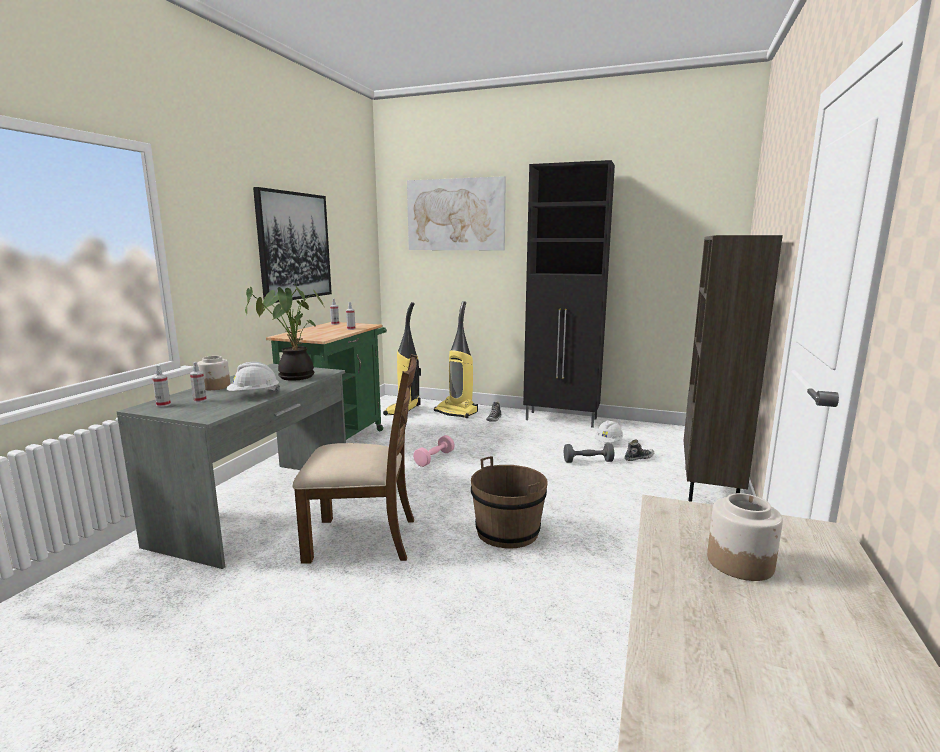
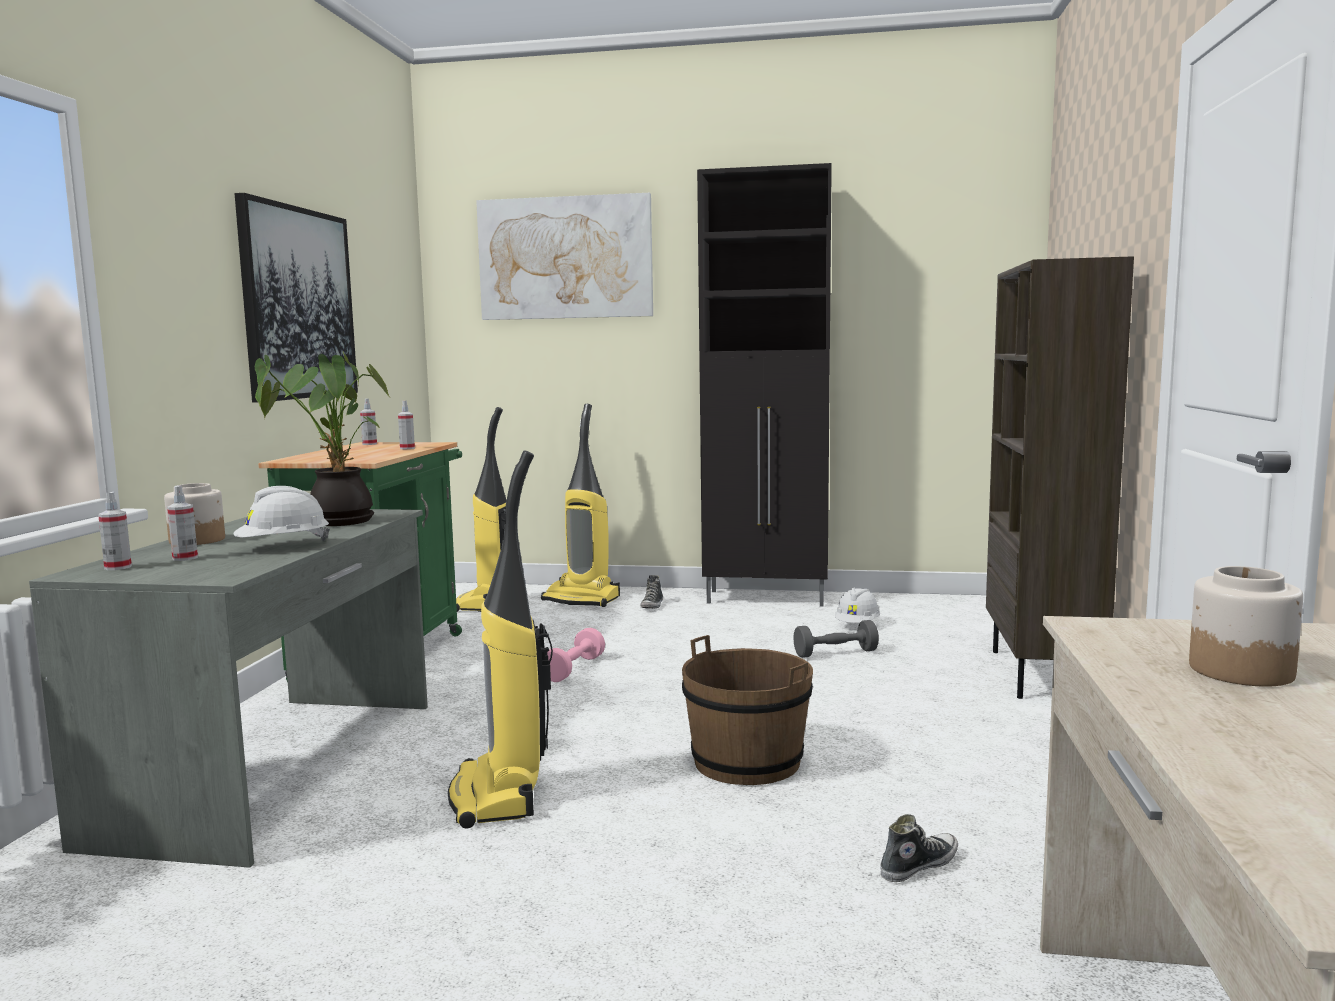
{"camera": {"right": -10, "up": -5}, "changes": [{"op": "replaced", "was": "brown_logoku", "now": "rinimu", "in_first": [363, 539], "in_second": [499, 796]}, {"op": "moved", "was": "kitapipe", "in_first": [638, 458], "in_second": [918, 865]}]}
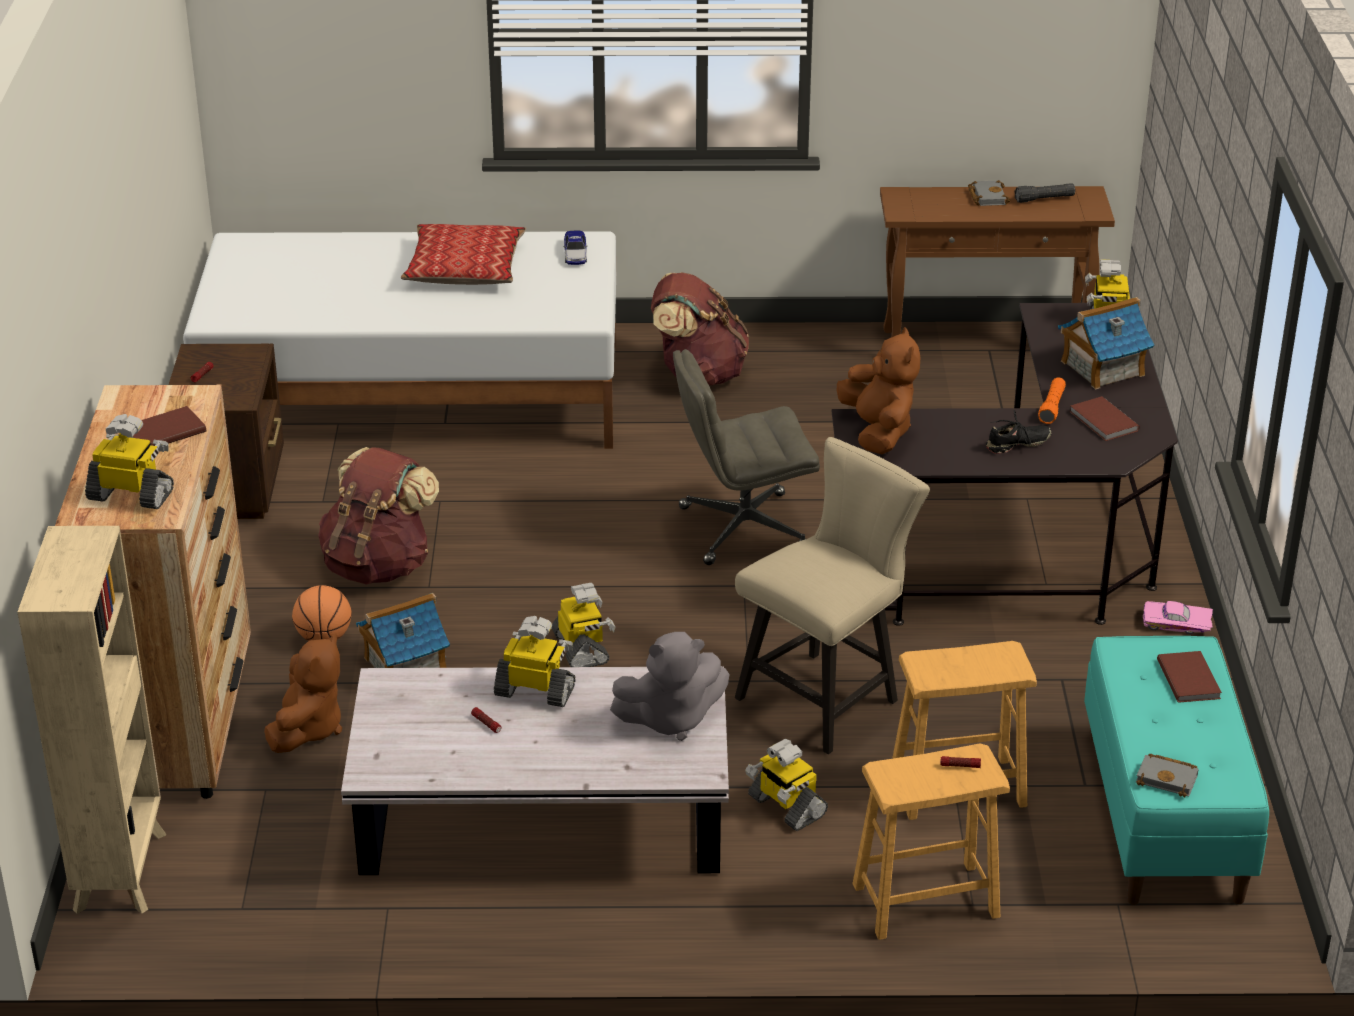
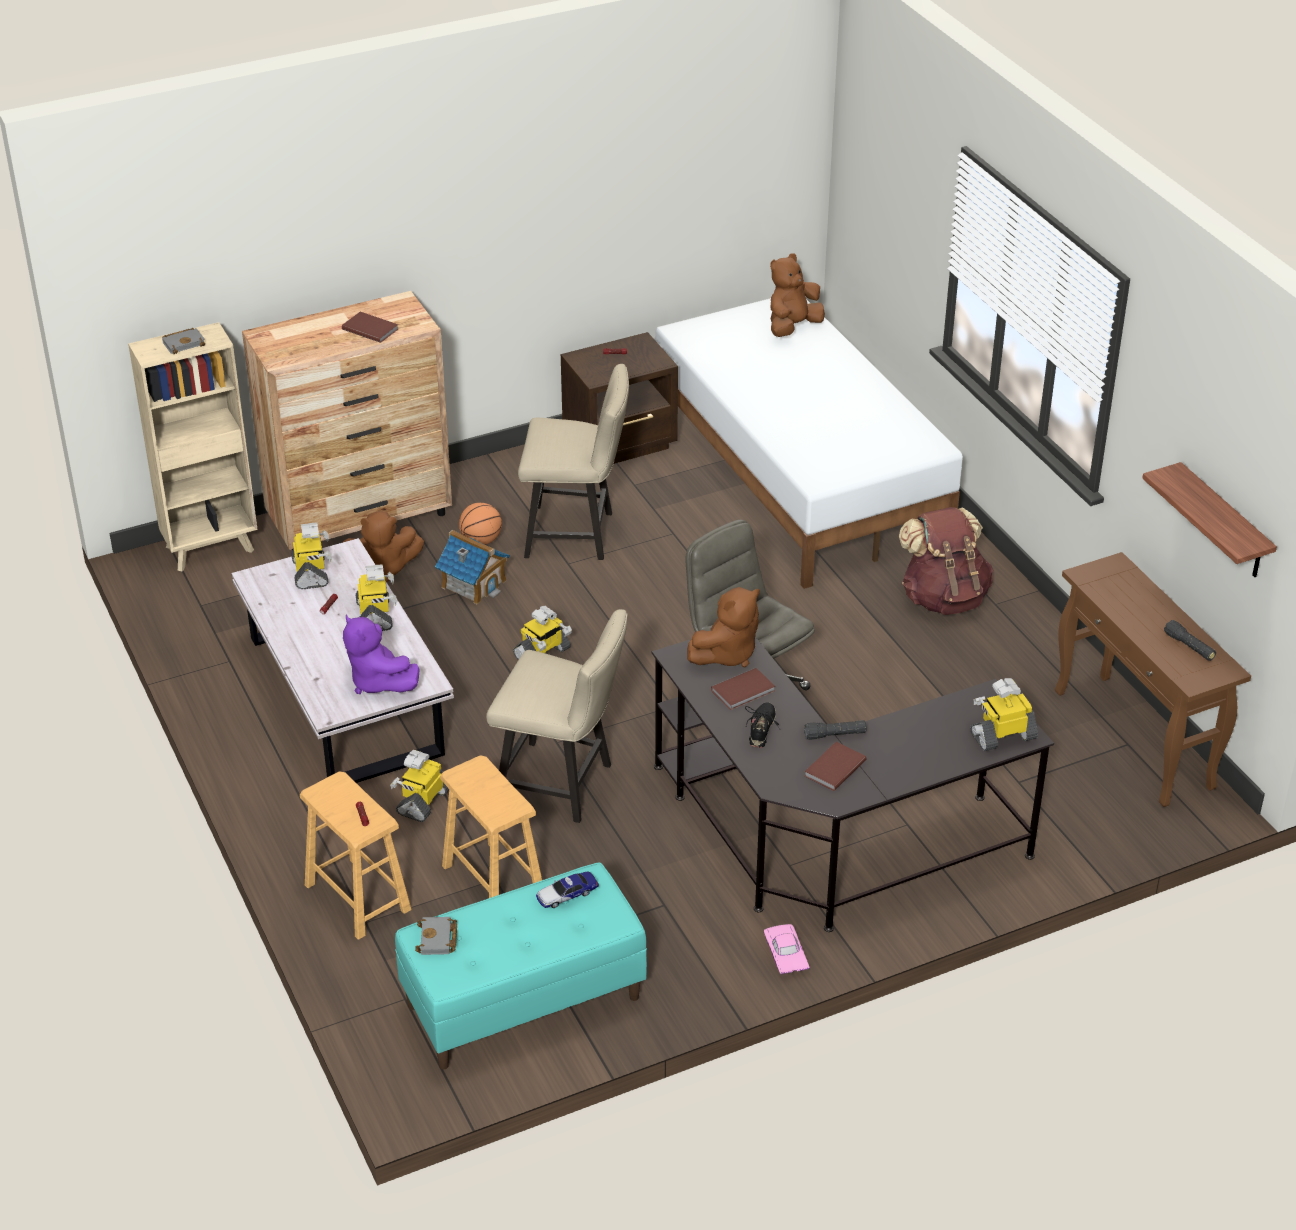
{"camera": {"right": 65, "up": 5}, "changes": [{"op": "moved", "was": "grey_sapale", "in_first": [986, 196], "in_second": [184, 343]}, {"op": "removed", "was": "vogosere", "in_first": [465, 268]}, {"op": "moved", "was": "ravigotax", "in_first": [575, 253], "in_second": [567, 894]}, {"op": "removed", "was": "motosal", "in_first": [1101, 368]}, {"op": "recoloured", "was": "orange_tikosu", "now": "black_tikosu", "in_first": [1052, 407], "in_second": [835, 735]}, {"op": "turned", "was": "black_kitapipe", "in_first": [1017, 445], "in_second": [762, 730], "clockwise": -120}, {"op": "moved", "was": "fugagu", "in_first": [132, 495], "in_second": [311, 573]}, {"op": "replaced", "was": "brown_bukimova", "now": "beige_logoku", "in_first": [379, 565], "in_second": [577, 534]}, {"op": "recoloured", "was": "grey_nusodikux", "now": "purple_nusodikux", "in_first": [670, 719], "in_second": [378, 682]}, {"op": "moved", "was": "brown_sapale", "in_first": [1189, 678], "in_second": [744, 691]}, {"op": "added", "now": "brown_nusodikux", "in_second": [792, 327]}, {"op": "added", "now": "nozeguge", "in_second": [1224, 523]}]}
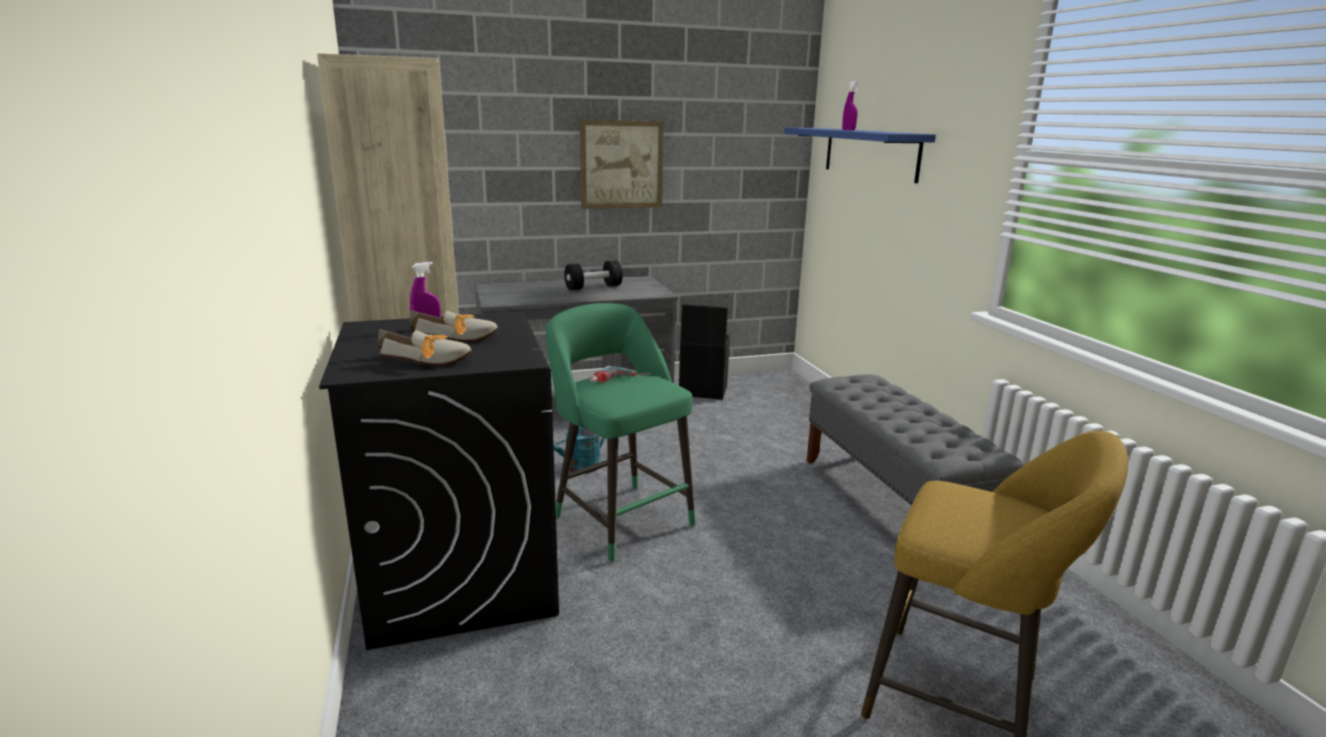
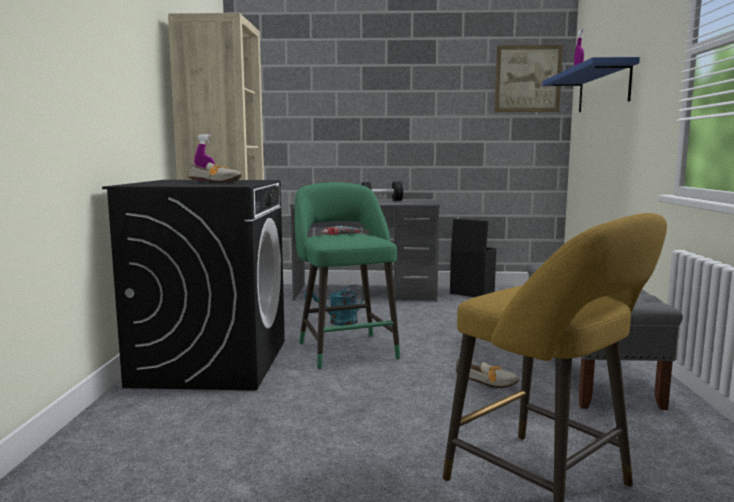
{"camera": {"right": 20, "up": -10}, "changes": [{"op": "moved", "was": "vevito", "in_first": [621, 164], "in_second": [528, 79]}, {"op": "moved", "was": "kitapipe", "in_first": [429, 361], "in_second": [489, 382]}]}
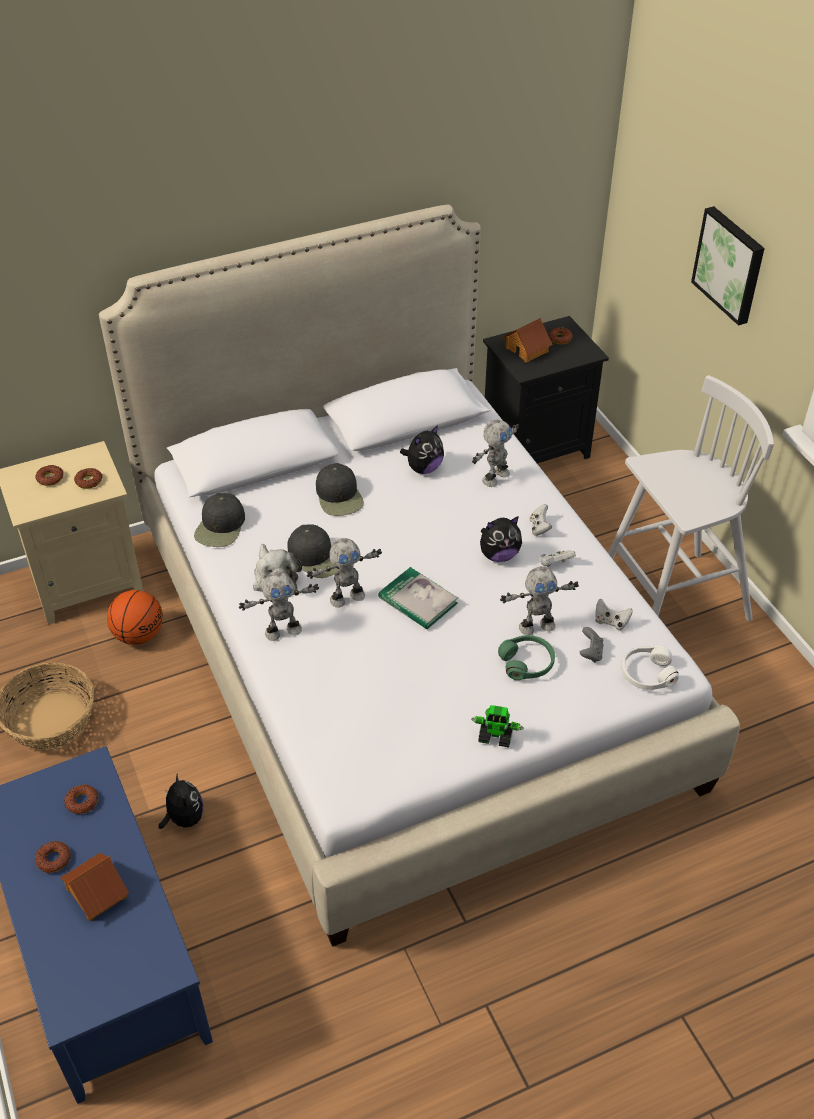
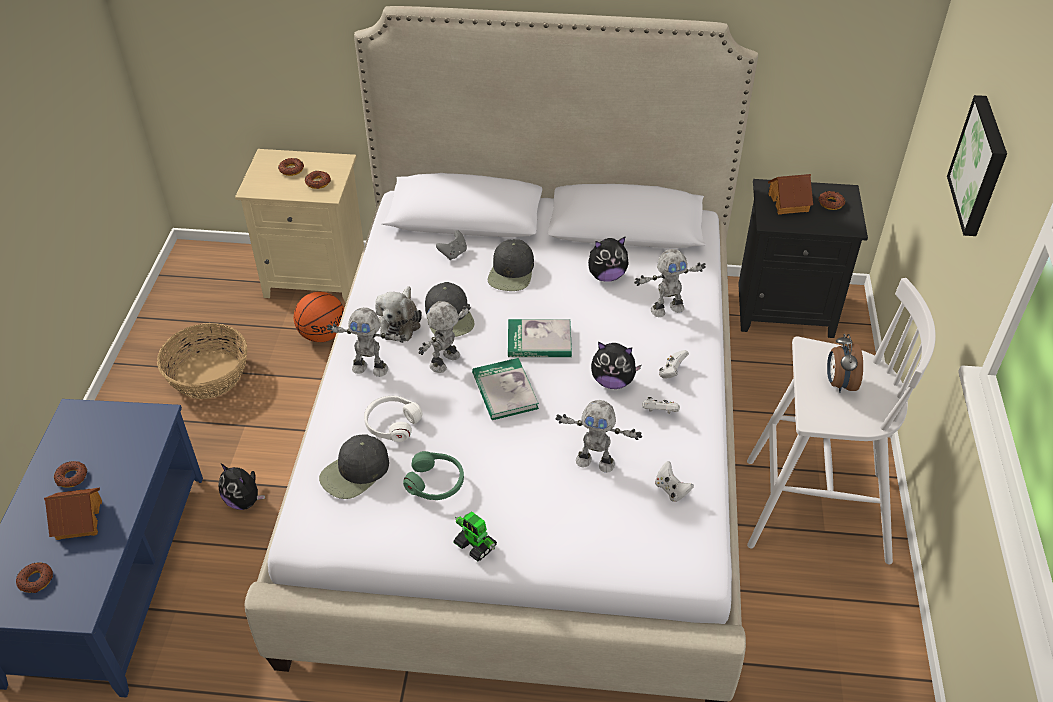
{"camera": {"right": 30, "up": 0}, "changes": [{"op": "moved", "was": "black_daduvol", "in_first": [220, 527], "in_second": [355, 472]}, {"op": "turned", "was": "fugagu", "in_first": [346, 597], "in_second": [446, 362], "clockwise": 120}, {"op": "moved", "was": "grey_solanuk", "in_first": [590, 653], "in_second": [453, 253]}, {"op": "moved", "was": "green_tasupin", "in_first": [527, 663], "in_second": [435, 482]}, {"op": "moved", "was": "white_tasupin", "in_first": [647, 674], "in_second": [392, 423]}, {"op": "turned", "was": "nusodikux", "in_first": [184, 818], "in_second": [244, 501], "clockwise": 120}, {"op": "moved", "was": "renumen", "in_first": [82, 802], "in_second": [36, 580]}, {"op": "added", "now": "sapale", "in_second": [539, 341]}, {"op": "added", "now": "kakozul", "in_second": [839, 383]}]}
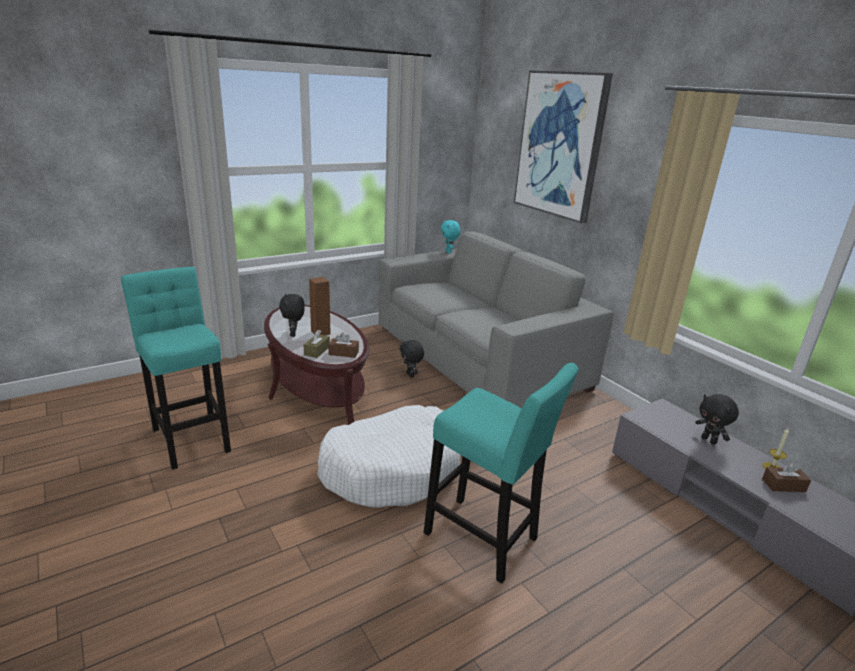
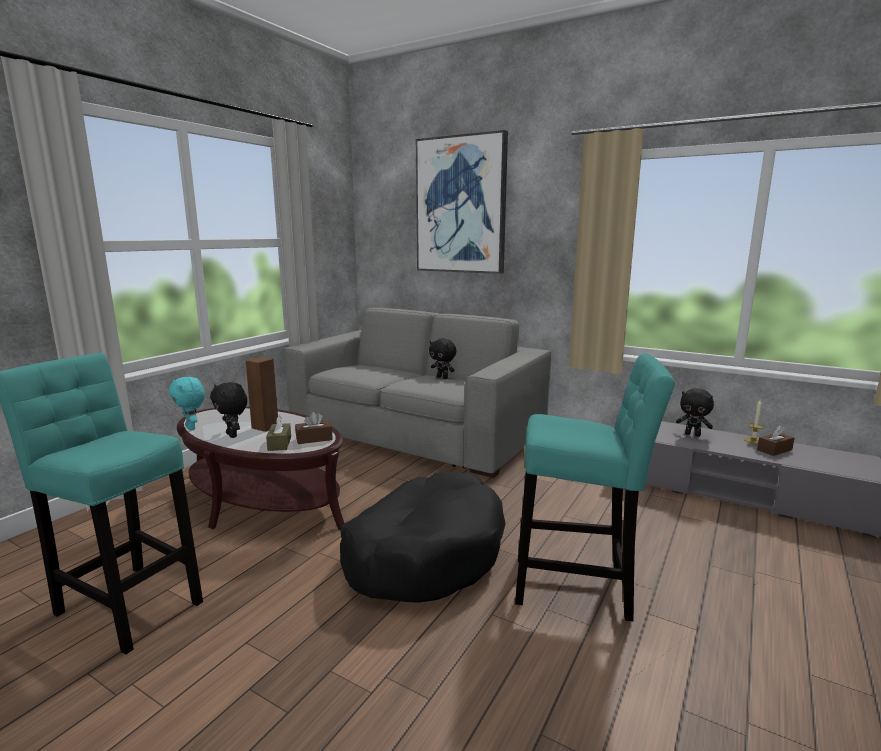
{"camera": {"right": -25, "up": -10}, "changes": [{"op": "moved", "was": "turquoise_nusodikux", "in_first": [449, 252], "in_second": [191, 428]}, {"op": "moved", "was": "black_nusodikux", "in_first": [411, 375], "in_second": [442, 377]}, {"op": "recoloured", "was": "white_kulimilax", "now": "black_kulimilax", "in_first": [393, 468], "in_second": [425, 553]}]}
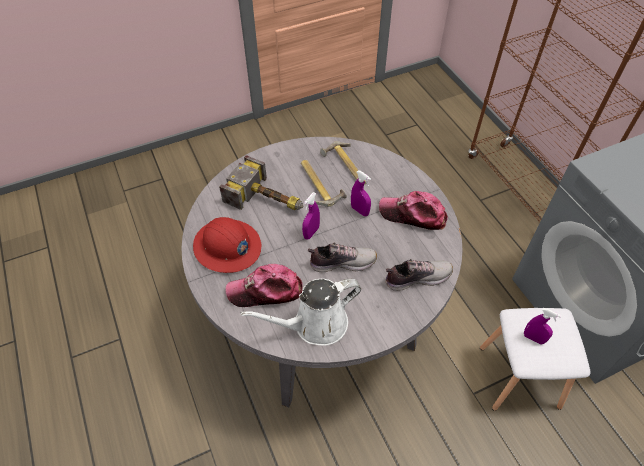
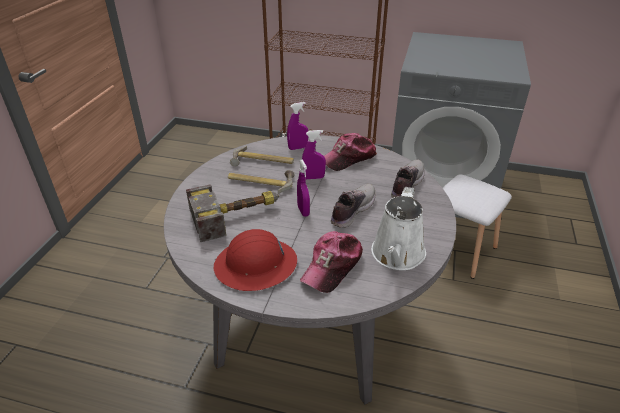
{"camera": {"right": -50, "up": -15}, "changes": [{"op": "moved", "was": "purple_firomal", "in_first": [533, 338], "in_second": [298, 148]}]}
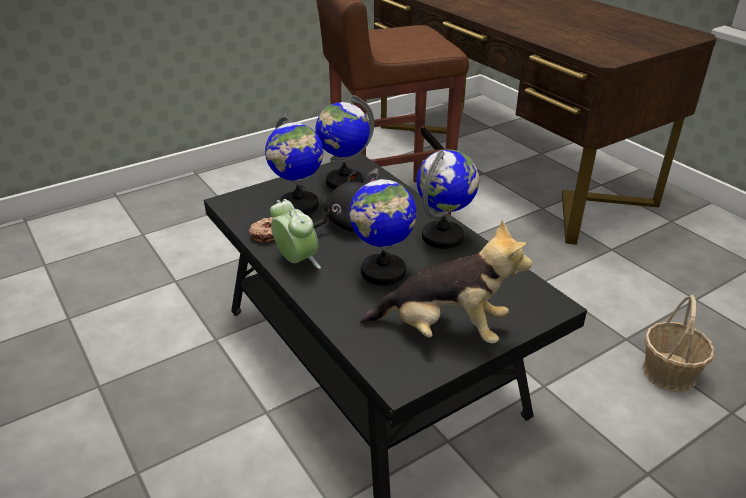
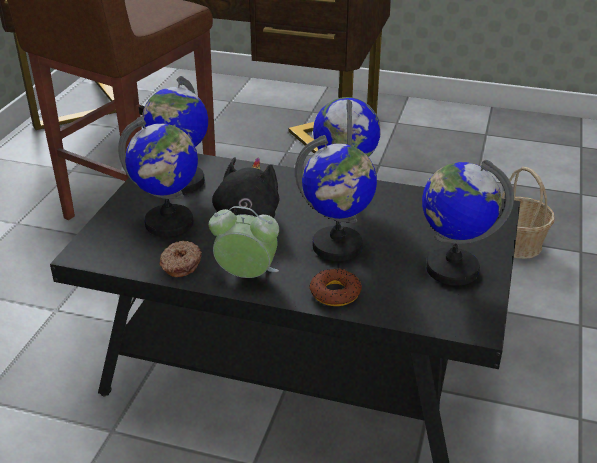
{"camera": {"right": -40, "up": 0}, "changes": [{"op": "replaced", "was": "nusodikux", "now": "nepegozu", "in_first": [444, 330], "in_second": [451, 268]}, {"op": "added", "now": "renumen", "in_second": [335, 293]}]}
